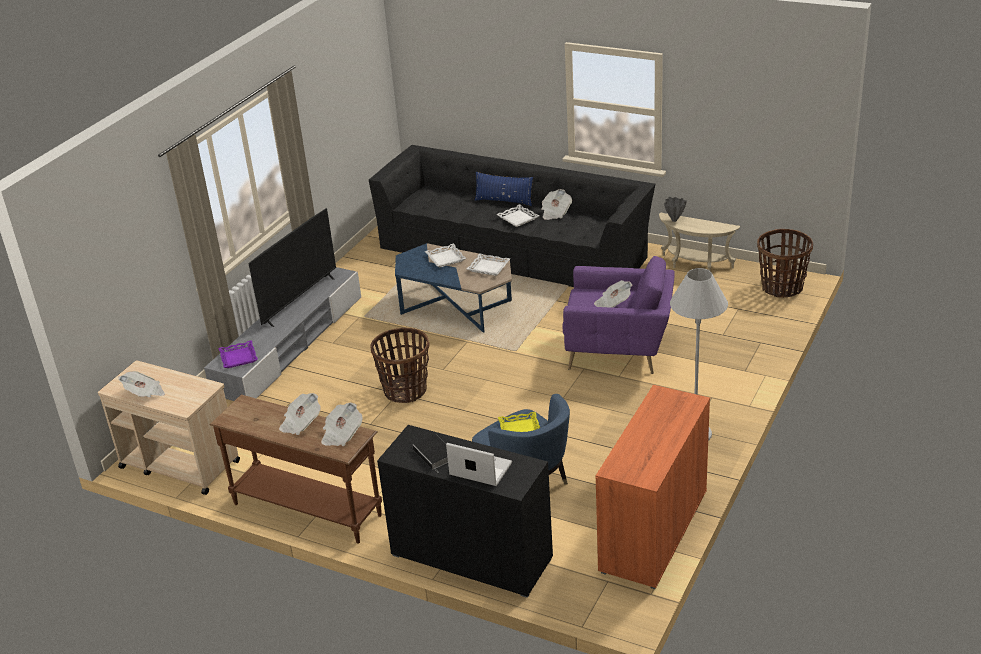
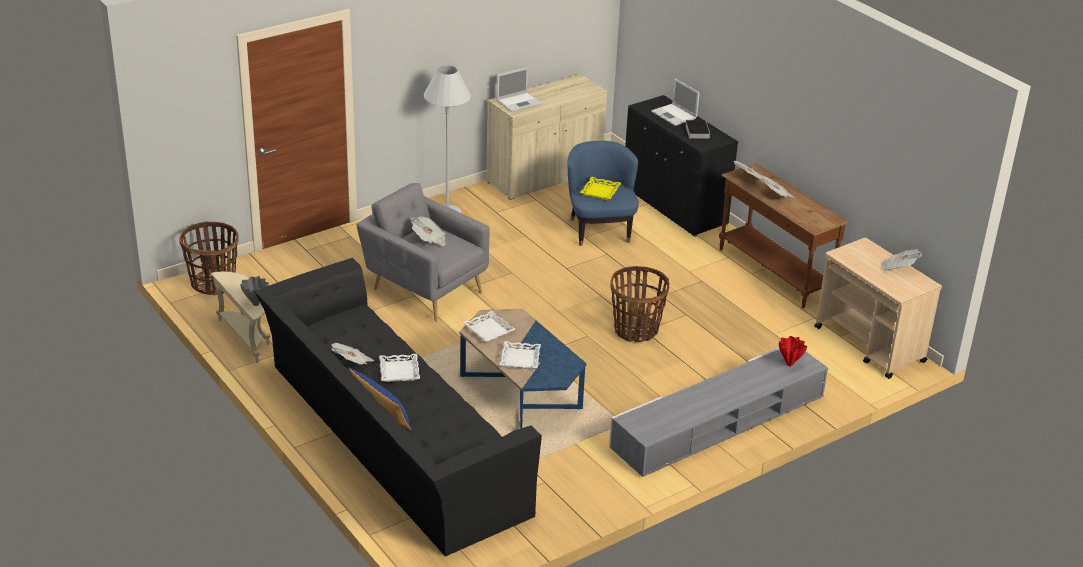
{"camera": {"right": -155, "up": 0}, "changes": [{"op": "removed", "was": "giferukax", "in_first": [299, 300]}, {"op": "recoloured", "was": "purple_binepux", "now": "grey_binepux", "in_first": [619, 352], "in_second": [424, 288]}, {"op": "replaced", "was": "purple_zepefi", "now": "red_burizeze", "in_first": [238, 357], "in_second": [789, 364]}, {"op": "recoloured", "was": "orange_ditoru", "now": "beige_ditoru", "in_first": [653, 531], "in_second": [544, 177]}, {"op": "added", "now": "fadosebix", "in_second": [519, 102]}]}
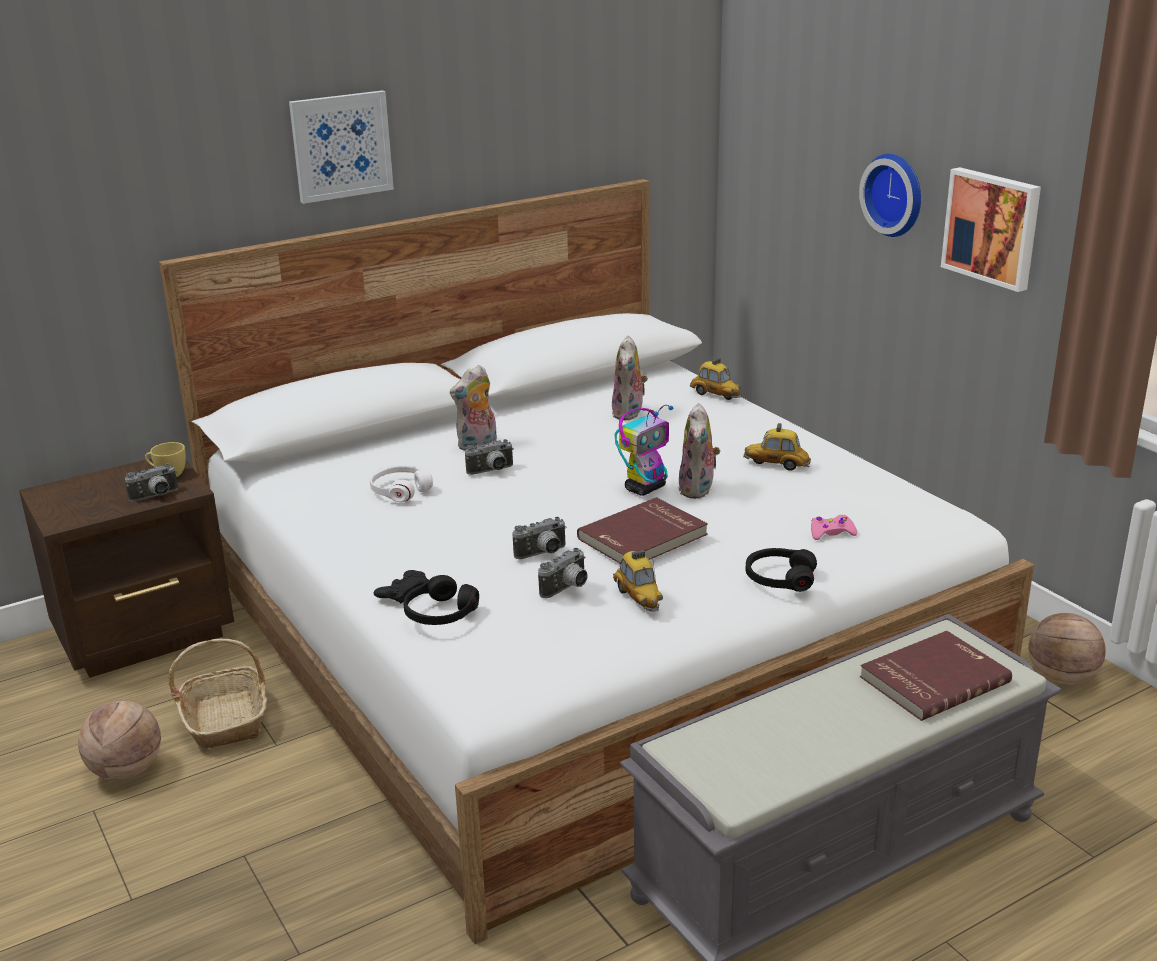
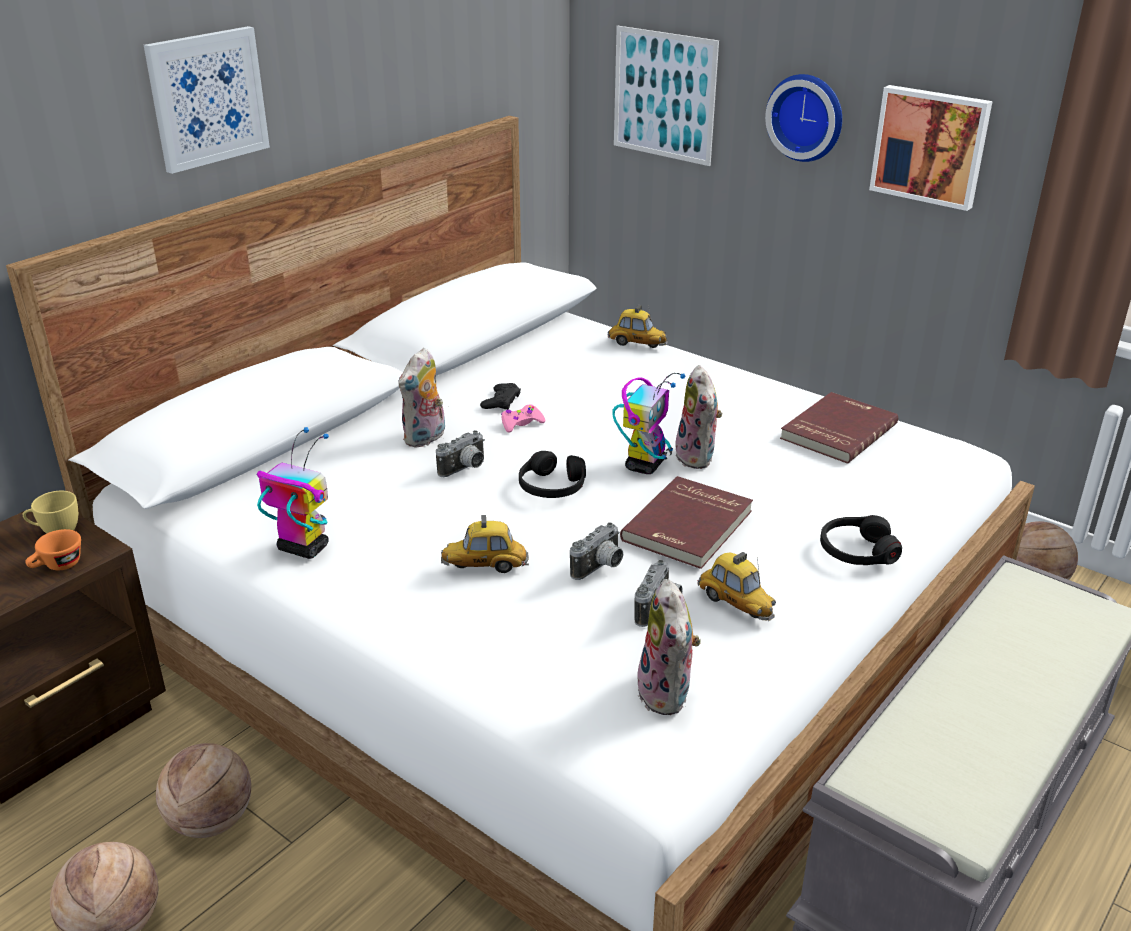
{"camera": {"right": -20, "up": 5}, "changes": [{"op": "moved", "was": "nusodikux", "in_first": [629, 414], "in_second": [668, 694]}, {"op": "moved", "was": "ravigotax", "in_first": [776, 465], "in_second": [485, 566]}, {"op": "replaced", "was": "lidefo", "now": "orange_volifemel", "in_first": [156, 497], "in_second": [58, 566]}, {"op": "removed", "was": "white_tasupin", "in_first": [400, 490]}, {"op": "moved", "was": "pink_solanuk", "in_first": [831, 533], "in_second": [521, 423]}, {"op": "moved", "was": "black_solanuk", "in_first": [402, 591], "in_second": [501, 401]}, {"op": "moved", "was": "black_tasupin", "in_first": [440, 613], "in_second": [552, 486]}, {"op": "moved", "was": "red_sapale", "in_first": [932, 678], "in_second": [836, 431]}, {"op": "replaced", "was": "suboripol", "now": "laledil", "in_first": [226, 719], "in_second": [211, 821]}, {"op": "added", "now": "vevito", "in_second": [664, 95]}, {"op": "added", "now": "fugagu", "in_second": [302, 548]}]}
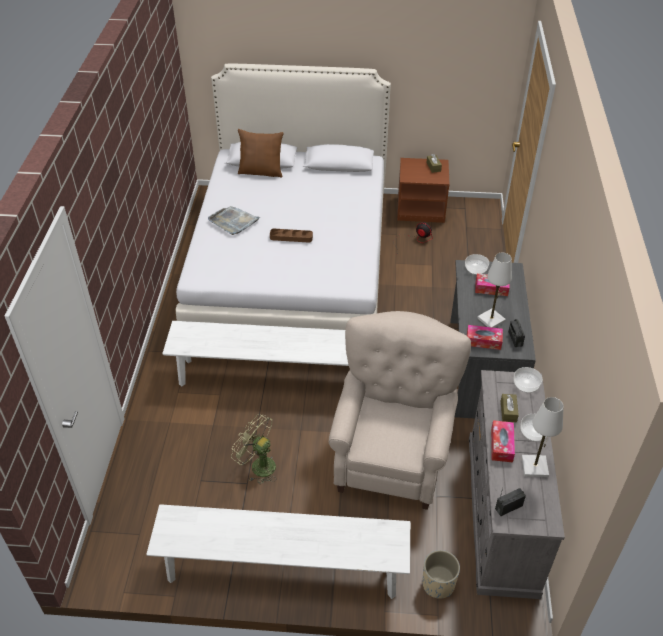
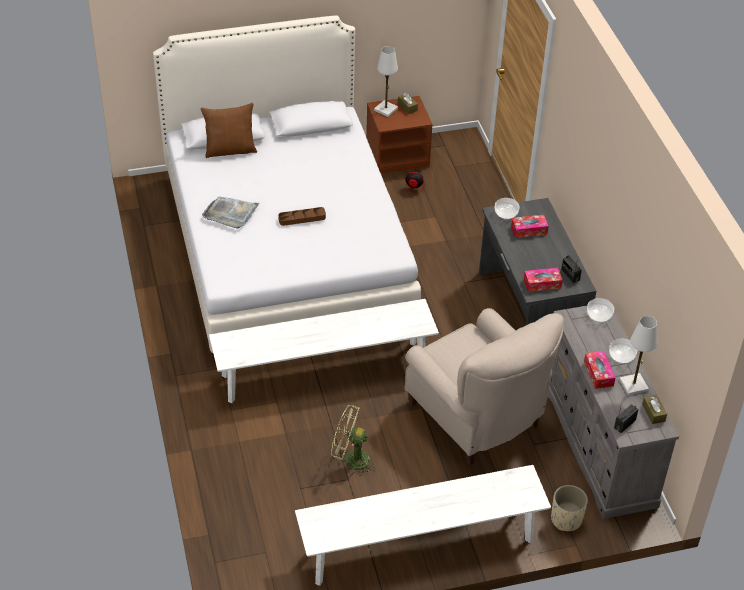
{"camera": {"right": -20, "up": 0}, "changes": [{"op": "moved", "was": "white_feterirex", "in_first": [491, 319], "in_second": [385, 109]}, {"op": "turned", "was": "beige_binepux", "in_first": [392, 455], "in_second": [477, 418], "clockwise": 150}, {"op": "moved", "was": "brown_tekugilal", "in_first": [508, 411], "in_second": [653, 413]}]}
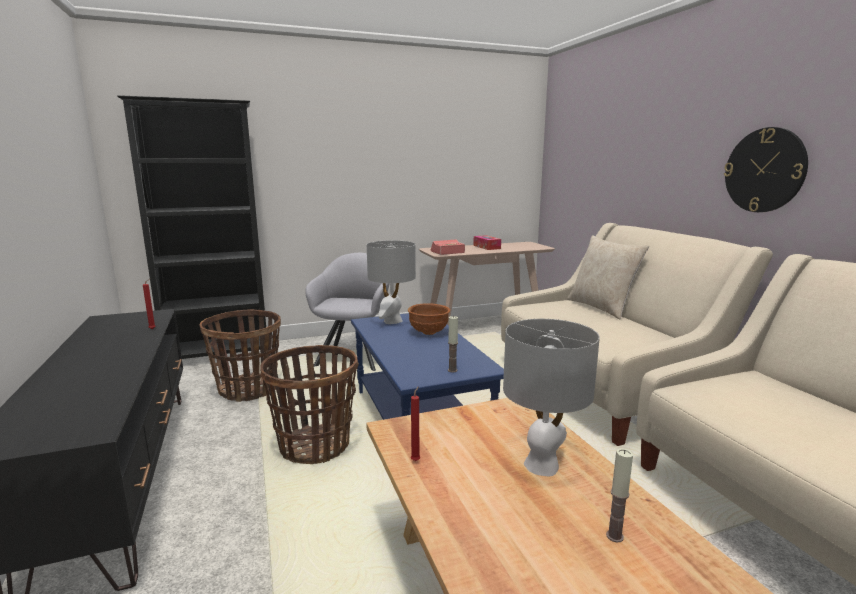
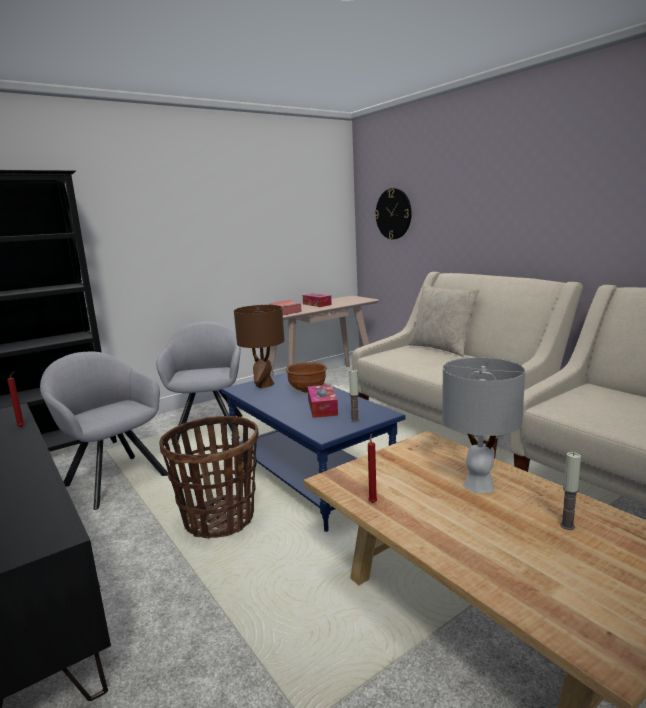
{"camera": {"right": -15, "up": 0}, "changes": [{"op": "moved", "was": "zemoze", "in_first": [764, 170], "in_second": [393, 214]}, {"op": "recoloured", "was": "grey_feterirex", "now": "brown_feterirex", "in_first": [392, 321], "in_second": [264, 385]}, {"op": "replaced", "was": "suboripol", "now": "grey_binepux", "in_first": [248, 389], "in_second": [114, 478]}, {"op": "added", "now": "tekugilal", "in_second": [322, 407]}]}
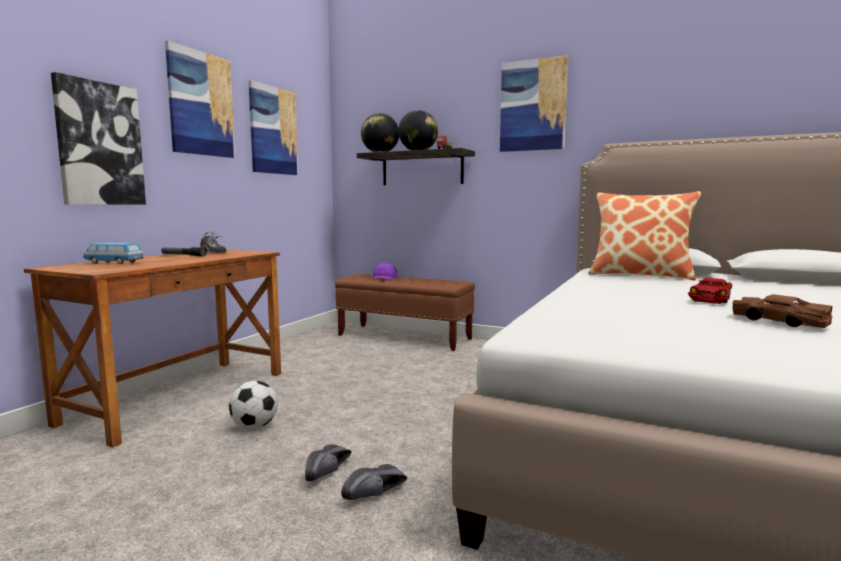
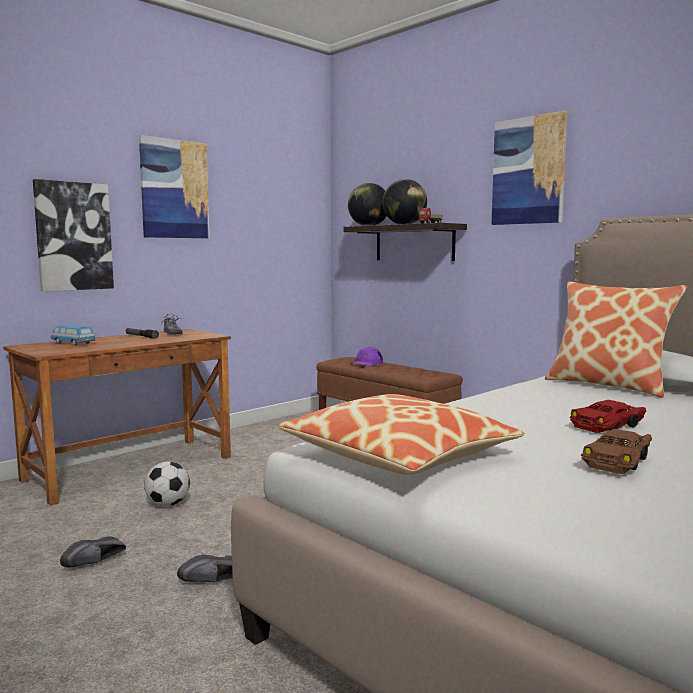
{"camera": {"right": 20, "up": 0}, "changes": [{"op": "removed", "was": "vevito", "in_first": [273, 130]}, {"op": "turned", "was": "brown_ravigotax", "in_first": [778, 321], "in_second": [619, 461], "clockwise": 60}, {"op": "moved", "was": "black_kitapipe", "in_first": [329, 473], "in_second": [96, 563]}, {"op": "added", "now": "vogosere", "in_second": [399, 456]}]}
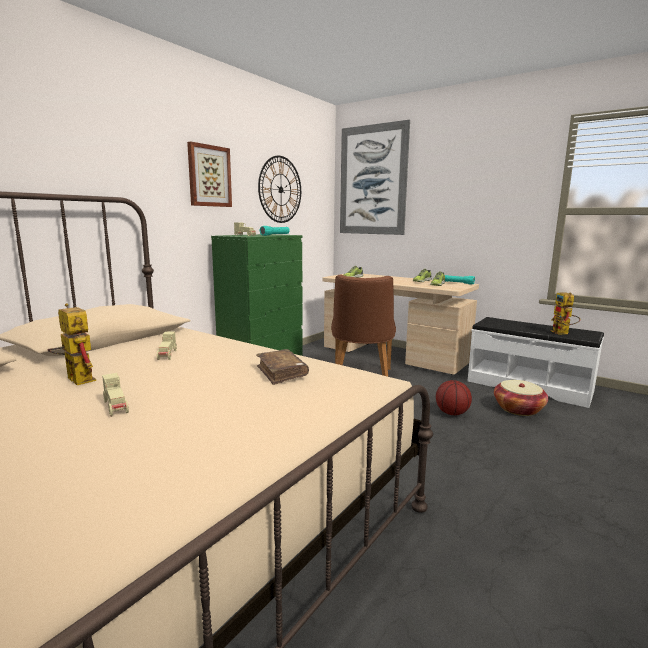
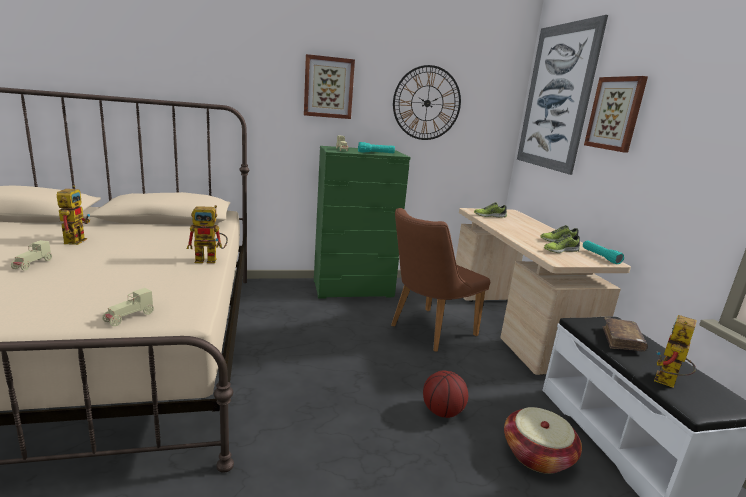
{"camera": {"right": 40, "up": 5}, "changes": [{"op": "moved", "was": "beige_ravigotax", "in_first": [167, 355], "in_second": [129, 318]}, {"op": "moved", "was": "brown_sapale", "in_first": [281, 373], "in_second": [622, 340]}, {"op": "added", "now": "vevito", "in_second": [615, 113]}, {"op": "added", "now": "fugagu", "in_second": [211, 260]}]}
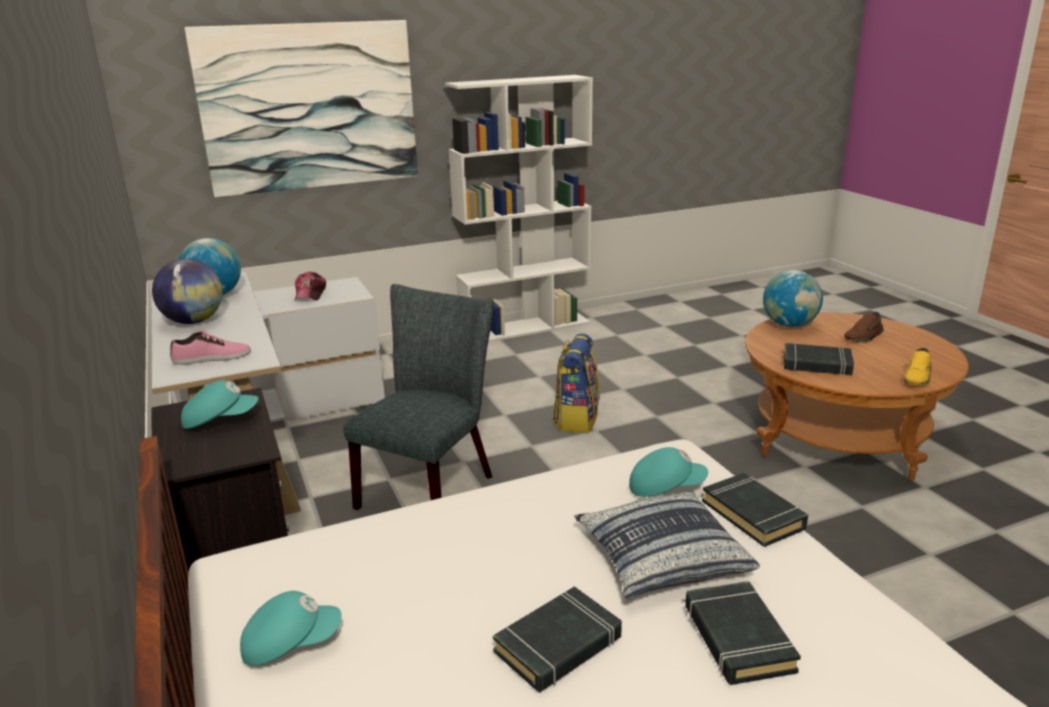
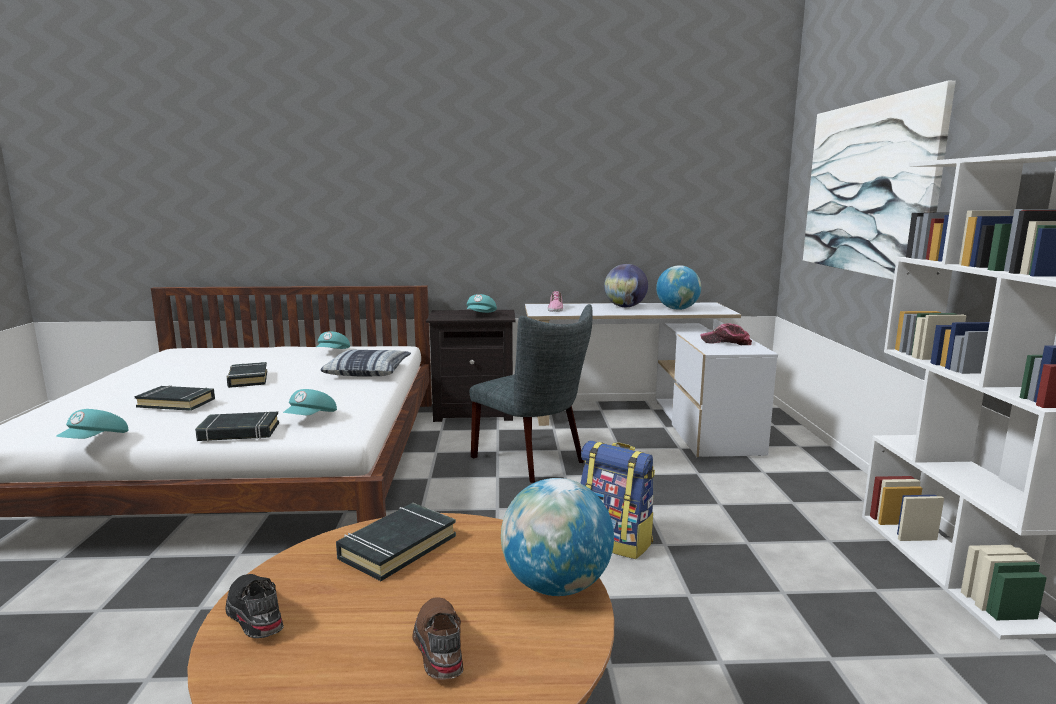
{"camera": {"right": 110, "up": -10}, "changes": [{"op": "recoloured", "was": "yellow_kitapipe", "now": "black_kitapipe", "in_first": [918, 378], "in_second": [253, 615]}, {"op": "moved", "was": "vogosere", "in_first": [661, 557], "in_second": [368, 371]}, {"op": "added", "now": "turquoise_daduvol", "in_second": [96, 441]}]}
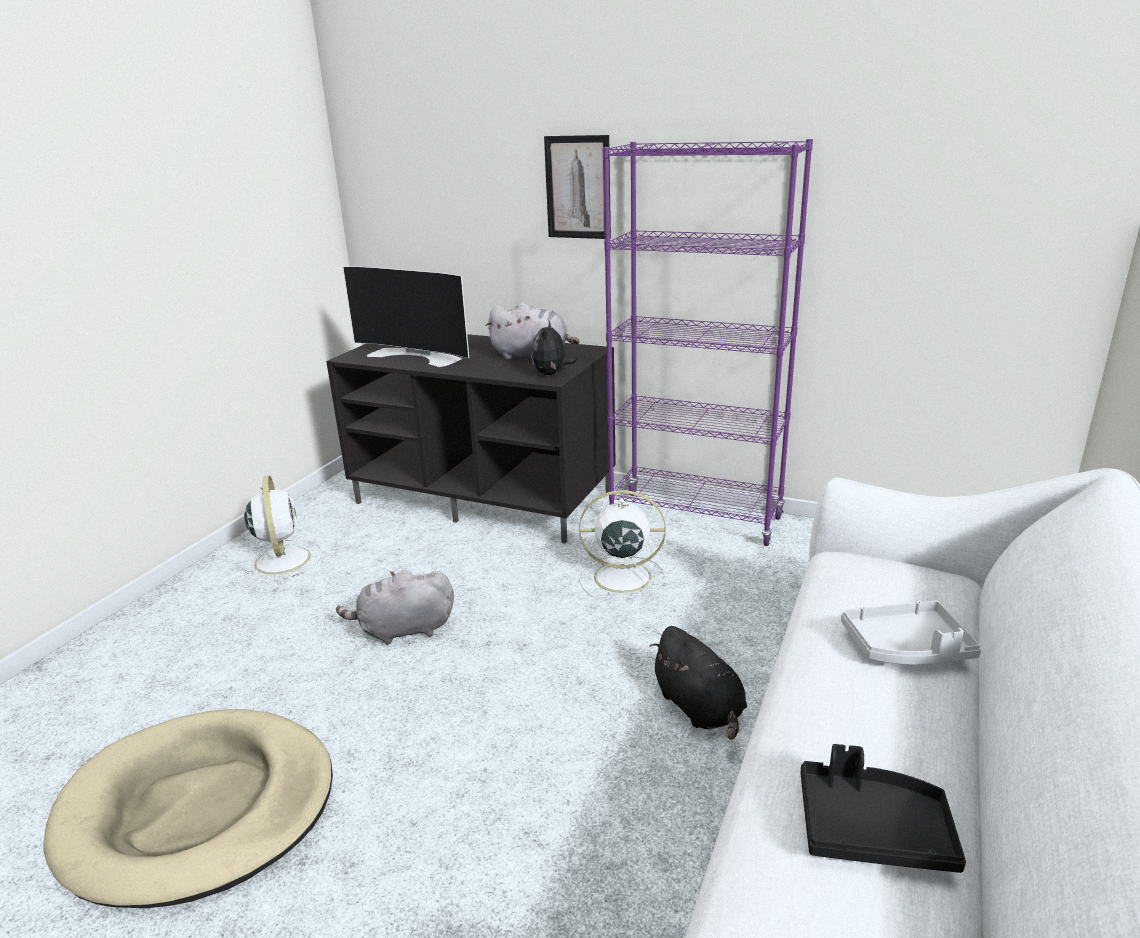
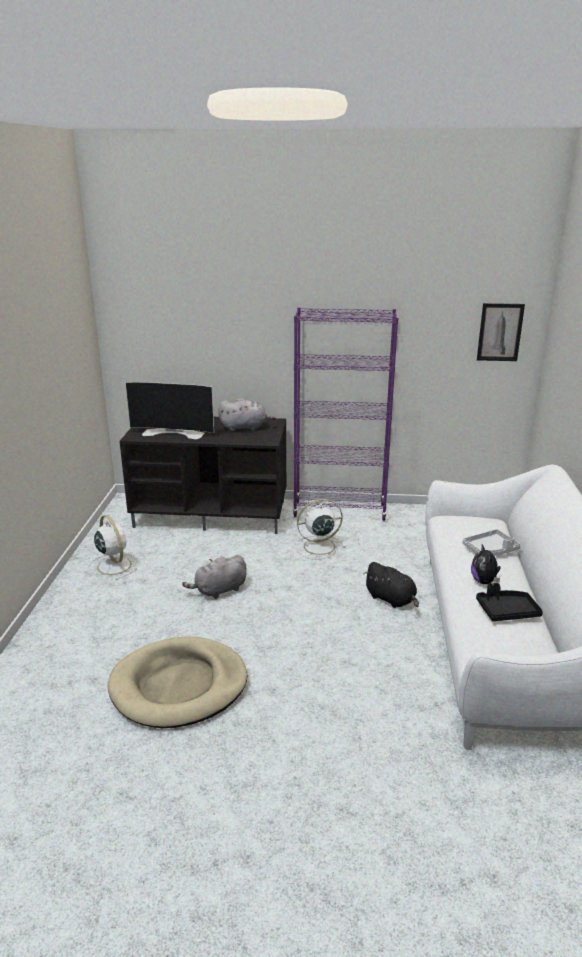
{"camera": {"right": -20, "up": 0}, "changes": [{"op": "moved", "was": "vevito", "in_first": [578, 187], "in_second": [500, 332]}, {"op": "moved", "was": "nusodikux", "in_first": [551, 374], "in_second": [484, 581]}]}
